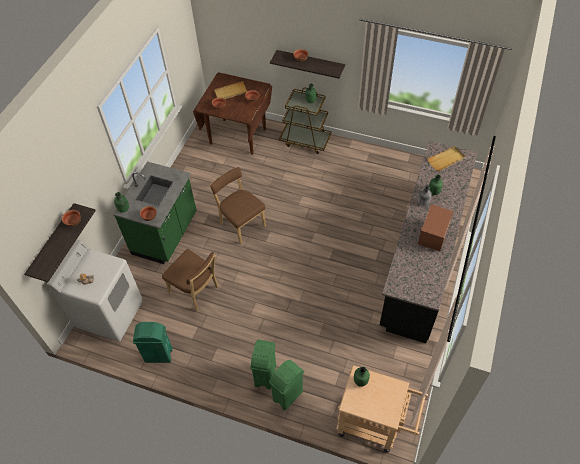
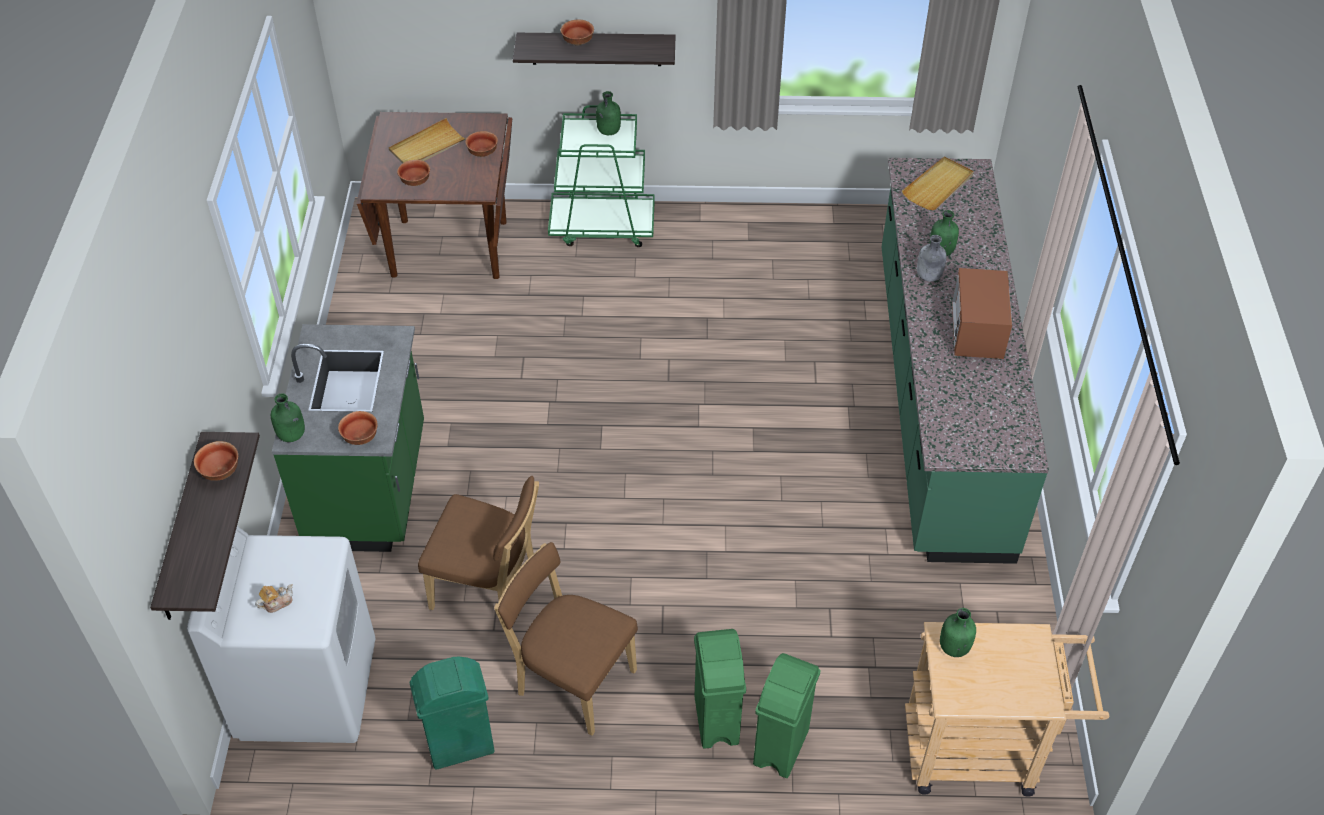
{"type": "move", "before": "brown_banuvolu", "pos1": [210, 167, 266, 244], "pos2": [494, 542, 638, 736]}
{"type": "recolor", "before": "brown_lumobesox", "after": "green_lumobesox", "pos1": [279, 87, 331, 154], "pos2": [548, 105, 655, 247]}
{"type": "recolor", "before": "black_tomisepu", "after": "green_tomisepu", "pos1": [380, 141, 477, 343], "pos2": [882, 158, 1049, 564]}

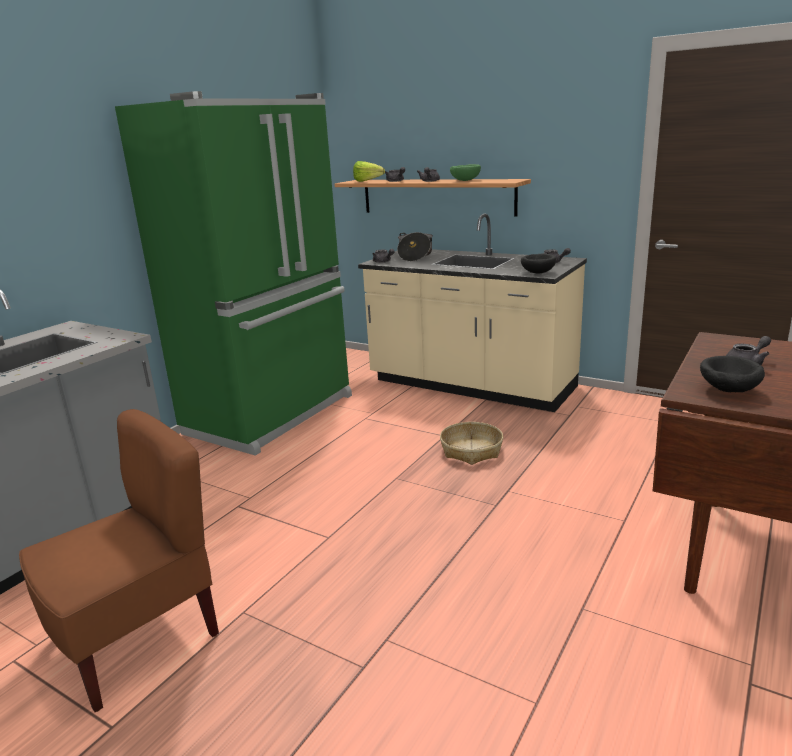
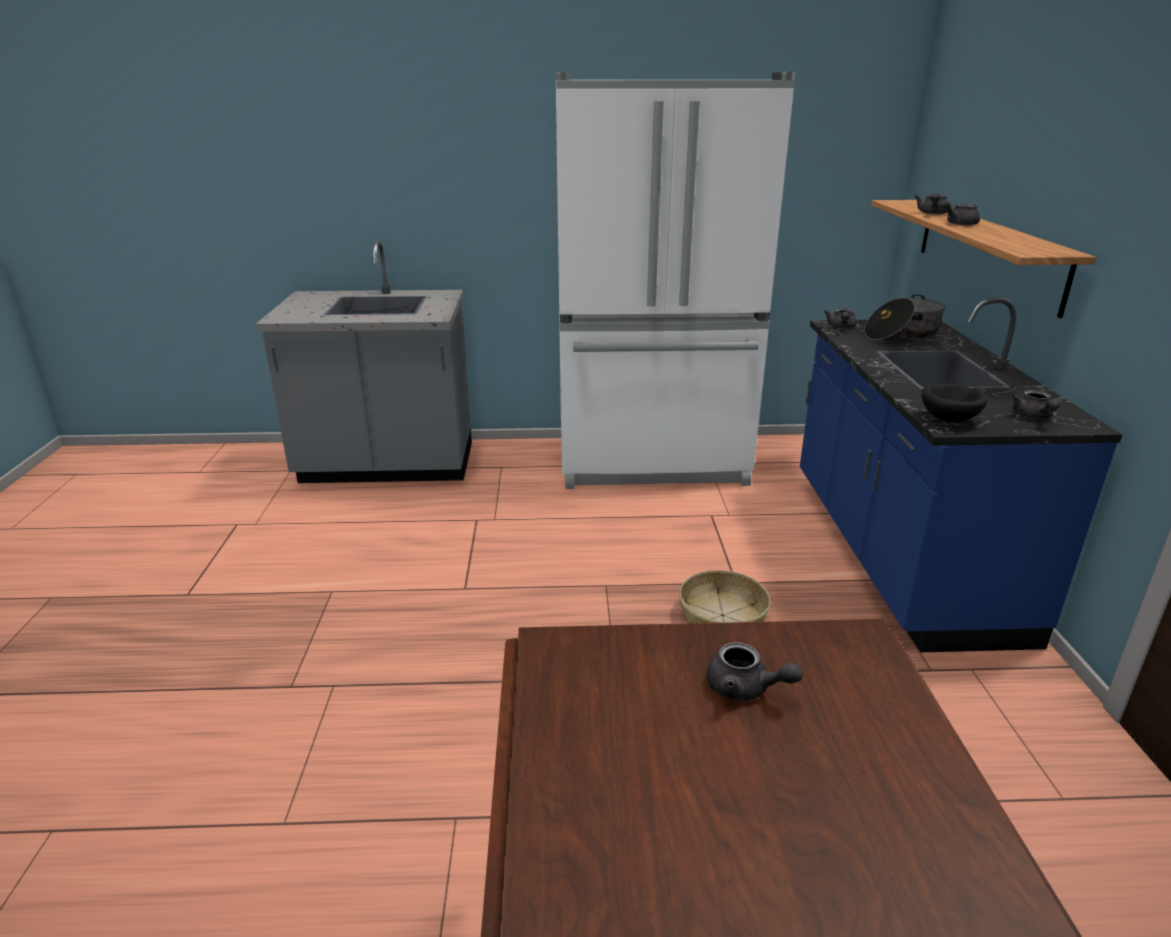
{"type": "delete", "before": "brown_banuvolu", "pos1": [19, 409, 219, 712]}
{"type": "delete", "before": "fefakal", "pos1": [353, 161, 385, 182]}
{"type": "delete", "before": "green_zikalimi", "pos1": [450, 164, 481, 181]}
{"type": "delete", "before": "black_zikalimi", "pos1": [700, 356, 765, 392]}
{"type": "recolor", "before": "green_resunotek", "after": "white_resunotek", "pos1": [115, 91, 352, 456], "pos2": [556, 72, 795, 489]}
{"type": "recolor", "before": "beige_tomisepu", "after": "blue_tomisepu", "pos1": [358, 214, 587, 412], "pos2": [800, 297, 1122, 652]}

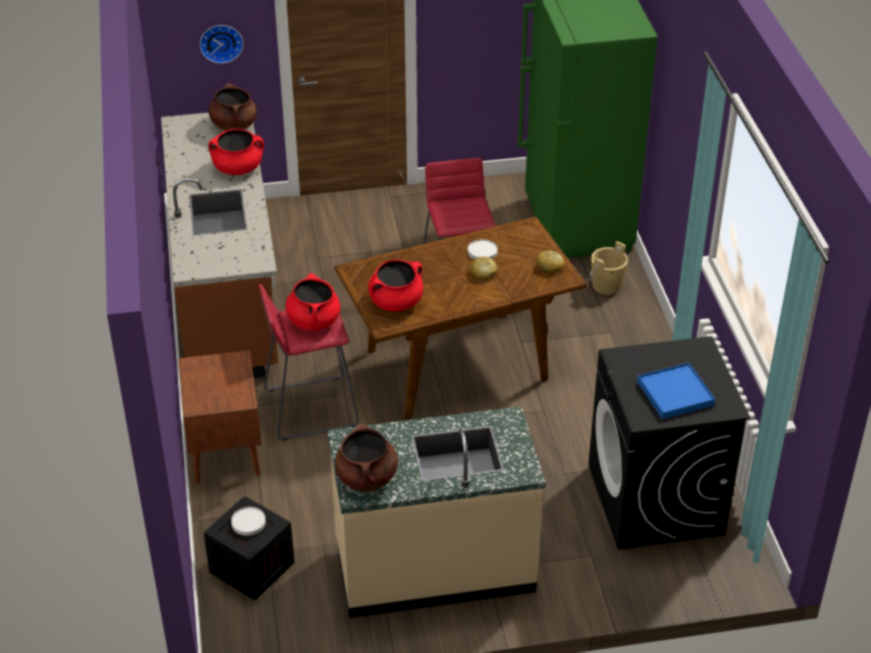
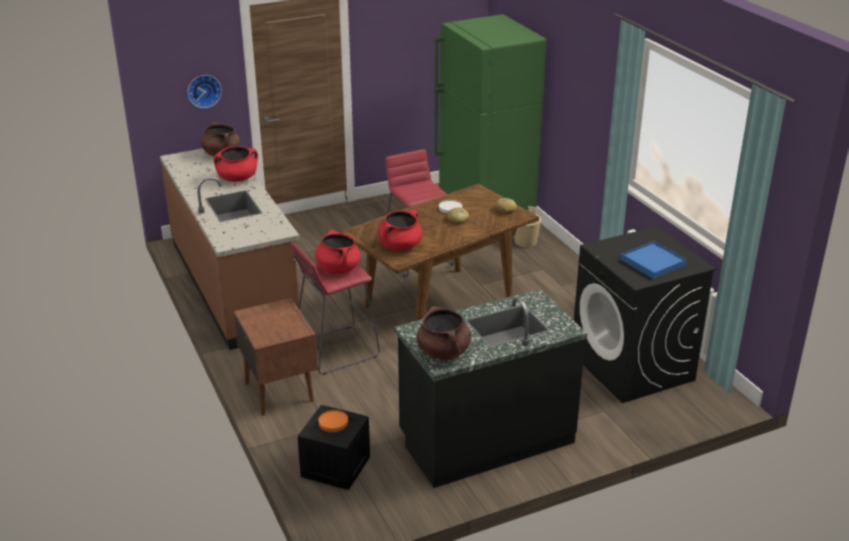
{"type": "recolor", "before": "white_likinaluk", "after": "orange_likinaluk", "pos1": [231, 507, 266, 536], "pos2": [318, 410, 348, 432]}
{"type": "recolor", "before": "beige_tomisepu", "after": "black_tomisepu", "pos1": [327, 406, 546, 618], "pos2": [394, 289, 587, 488]}

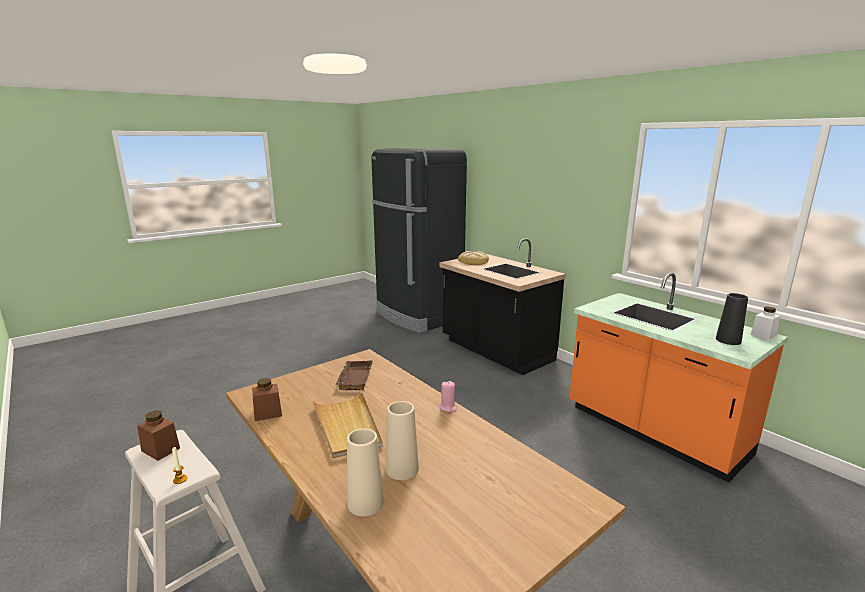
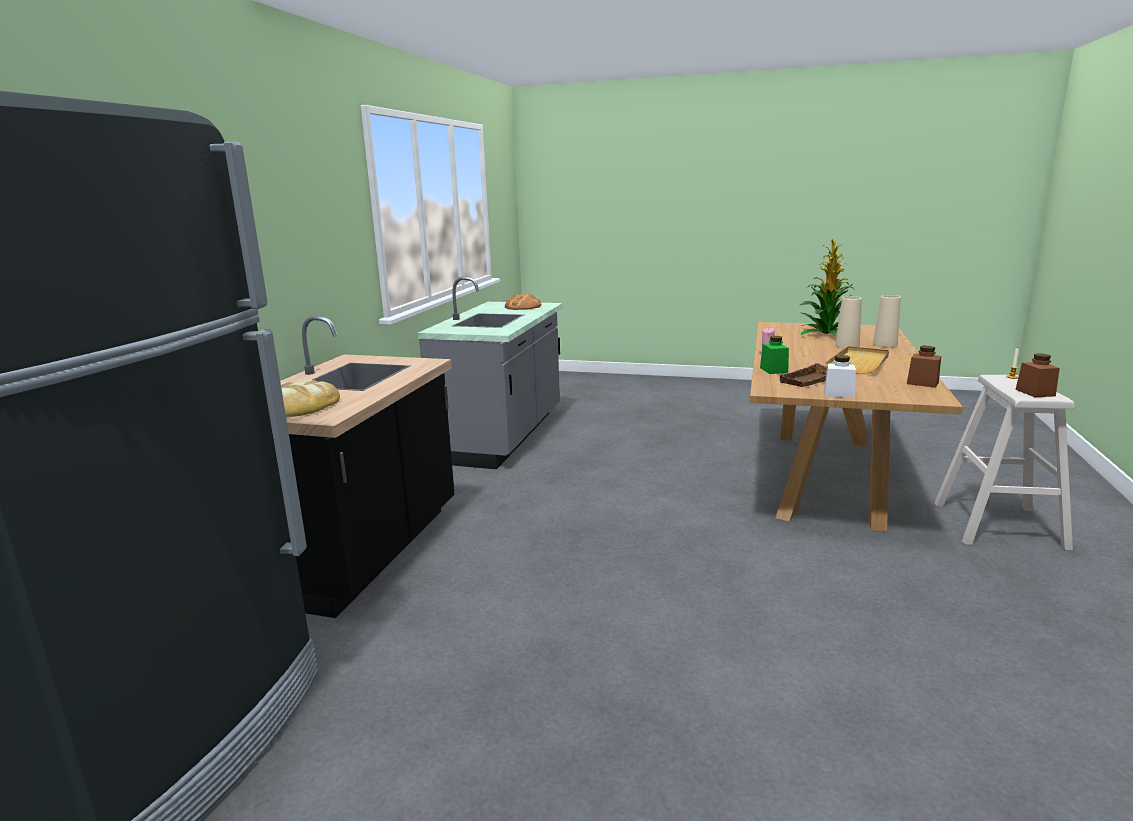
{"type": "insert", "after": "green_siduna", "pos2": [760, 336, 789, 374]}
{"type": "insert", "after": "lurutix", "pos2": [799, 238, 855, 336]}
{"type": "move", "before": "white_siduna", "pos1": [751, 306, 781, 340], "pos2": [824, 355, 856, 398]}
{"type": "replace", "before": "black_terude", "after": "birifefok", "pos1": [716, 293, 748, 345], "pos2": [505, 293, 541, 310]}
{"type": "recolor", "before": "orange_tomisepu", "after": "grey_tomisepu", "pos1": [570, 273, 788, 483], "pos2": [418, 276, 562, 469]}

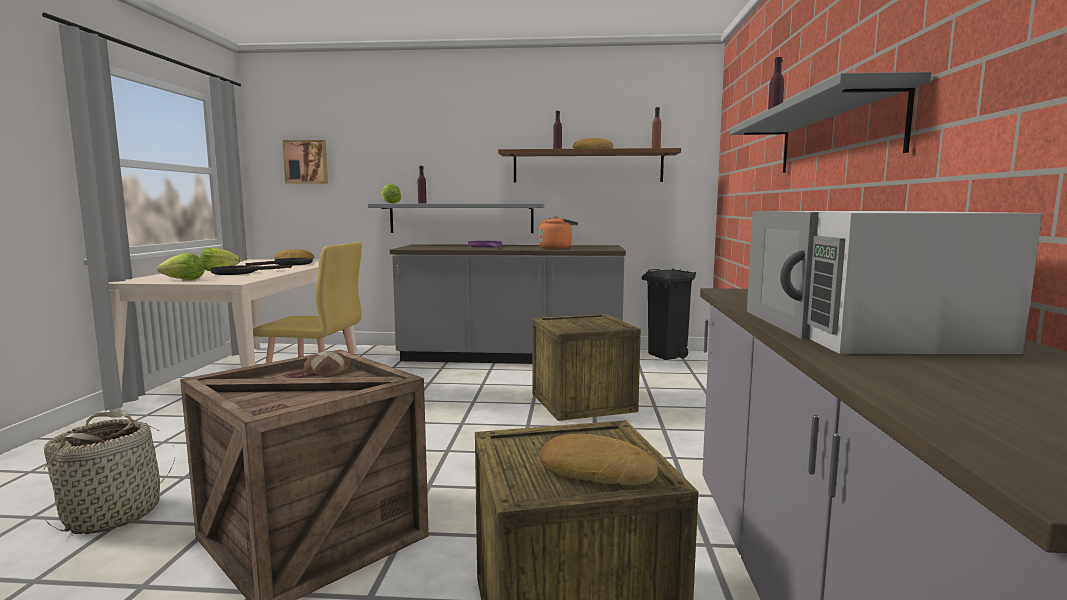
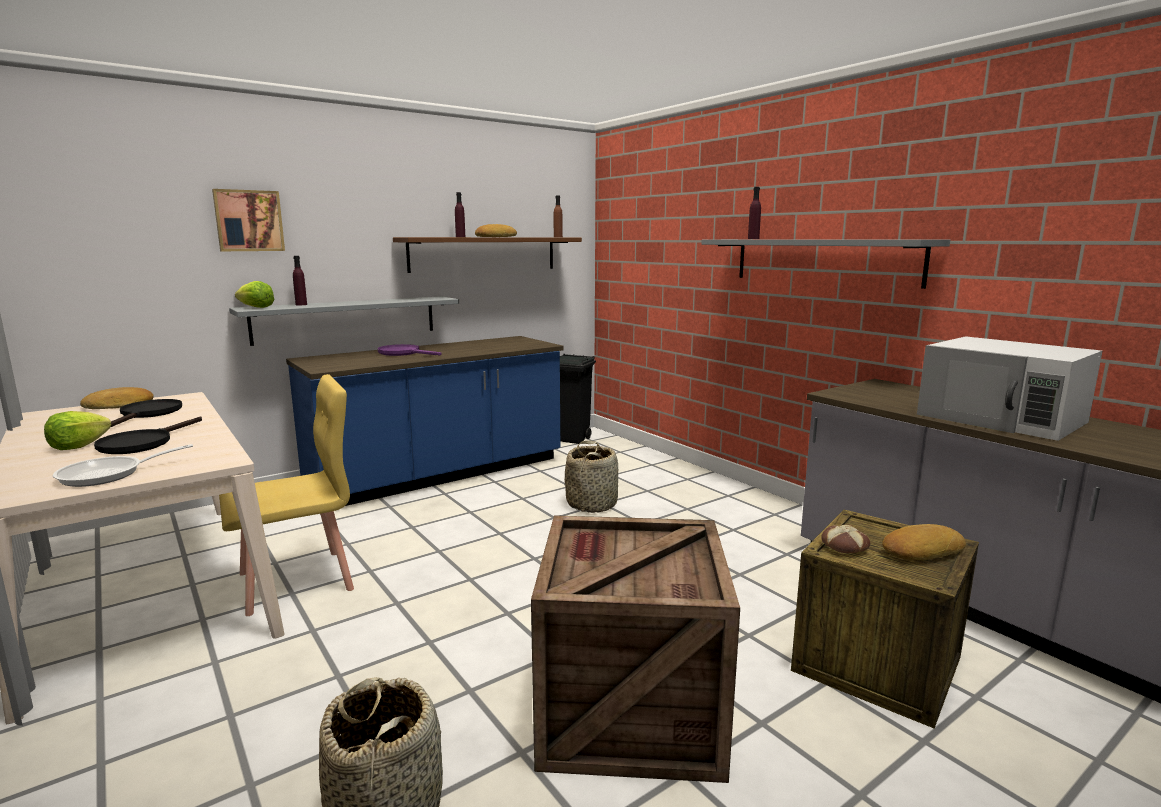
{"type": "delete", "before": "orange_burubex", "pos1": [539, 216, 578, 249]}
{"type": "move", "before": "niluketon", "pos1": [282, 140, 328, 184], "pos2": [212, 189, 285, 251]}
{"type": "move", "before": "birifefok", "pos1": [303, 351, 349, 375], "pos2": [821, 525, 870, 553]}
{"type": "replace", "before": "fefakal", "after": "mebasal", "pos1": [157, 253, 204, 280], "pos2": [53, 444, 193, 487]}
{"type": "replace", "before": "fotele", "after": "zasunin", "pos1": [532, 314, 641, 421], "pos2": [565, 441, 618, 513]}
{"type": "recolor", "before": "grey_tomisepu", "after": "blue_tomisepu", "pos1": [390, 244, 626, 364], "pos2": [286, 336, 564, 506]}

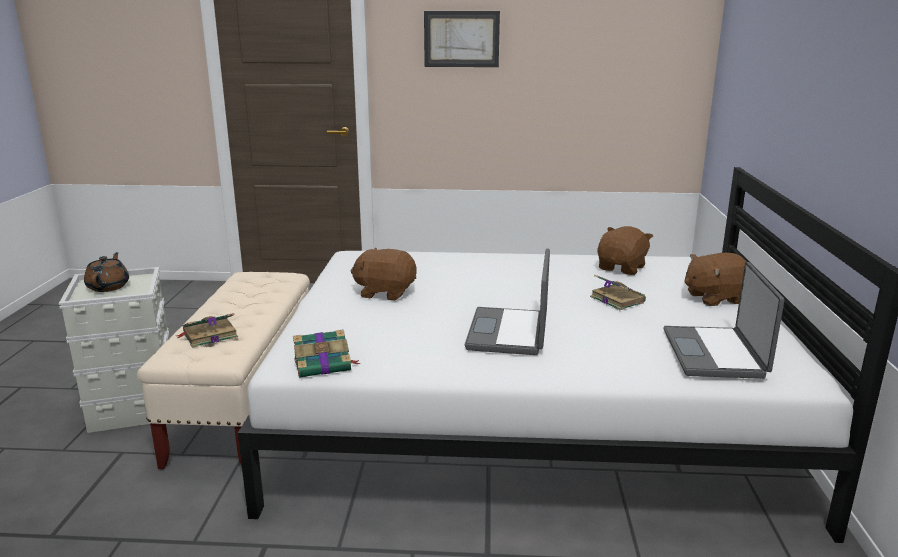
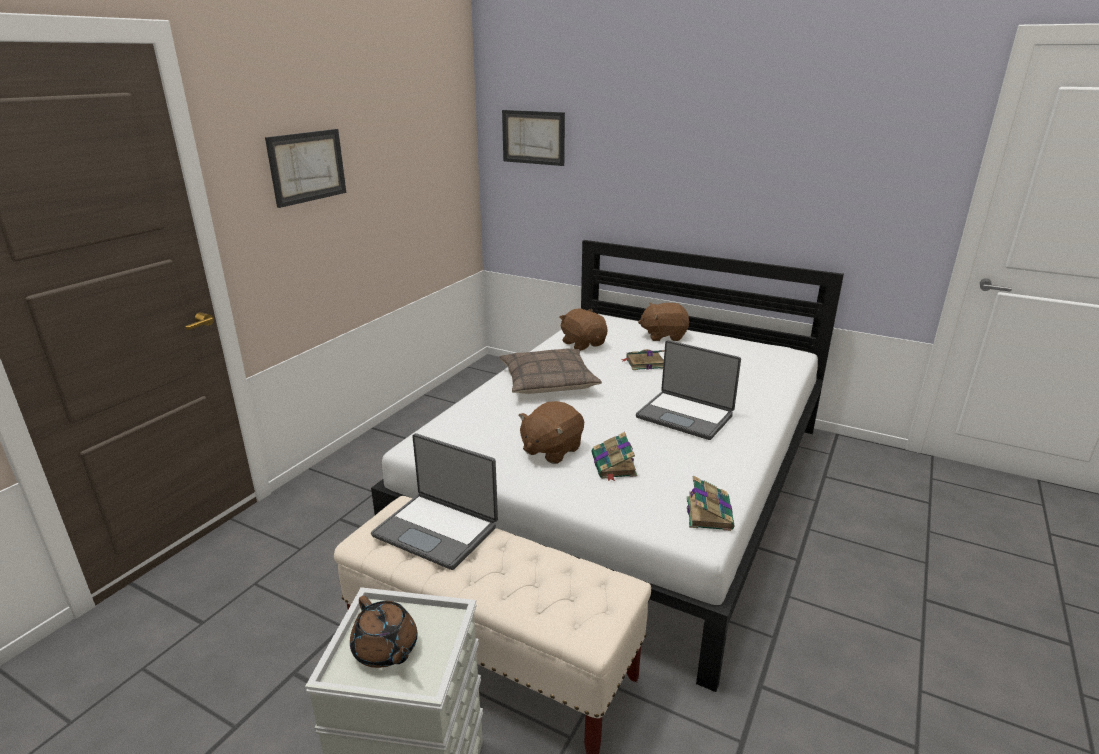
{"type": "insert", "after": "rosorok", "pos2": [499, 349, 602, 394]}
{"type": "insert", "after": "niluketon", "pos2": [502, 110, 565, 166]}
{"type": "move", "before": "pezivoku", "pos1": [177, 313, 238, 348], "pos2": [592, 432, 637, 481]}
{"type": "move", "before": "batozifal", "pos1": [663, 262, 784, 379], "pos2": [371, 433, 498, 570]}
{"type": "rotate", "before": "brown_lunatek", "pos1": [84, 252, 129, 292], "pos2": [350, 596, 417, 668], "turn": -150}
{"type": "rotate", "before": "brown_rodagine", "pos1": [684, 253, 747, 306], "pos2": [638, 303, 689, 341], "turn": 75}

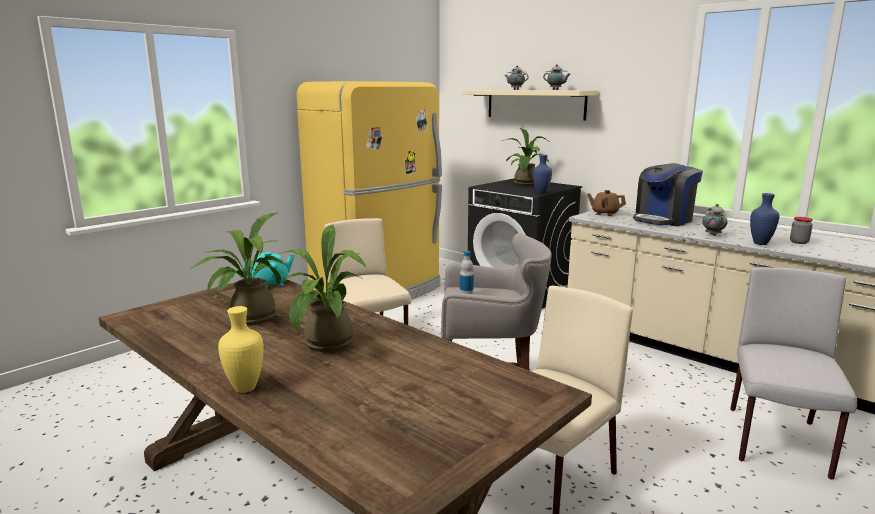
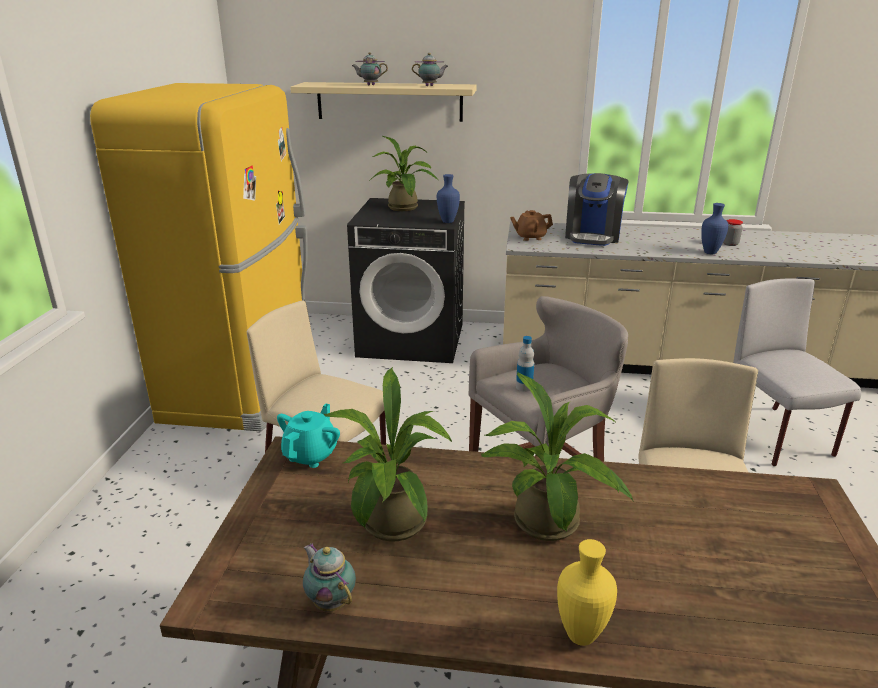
{"type": "move", "before": "lunatek", "pos1": [703, 204, 728, 236], "pos2": [303, 543, 356, 611]}

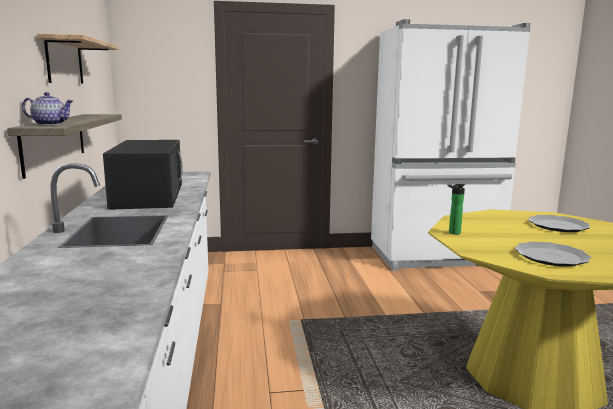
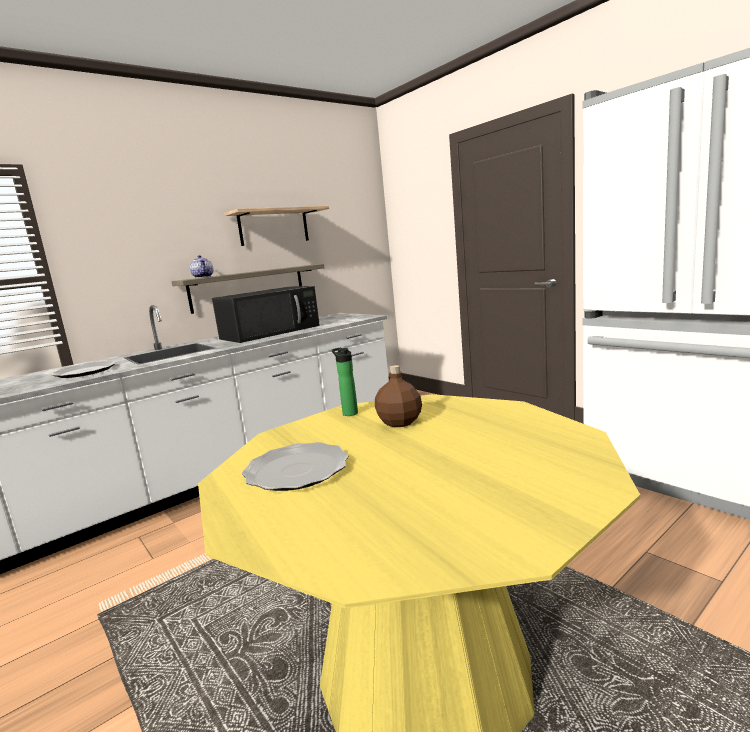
{"type": "insert", "after": "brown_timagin", "pos2": [375, 365, 422, 427]}
{"type": "move", "before": "likinaluk", "pos1": [528, 215, 590, 232], "pos2": [52, 361, 116, 378]}

